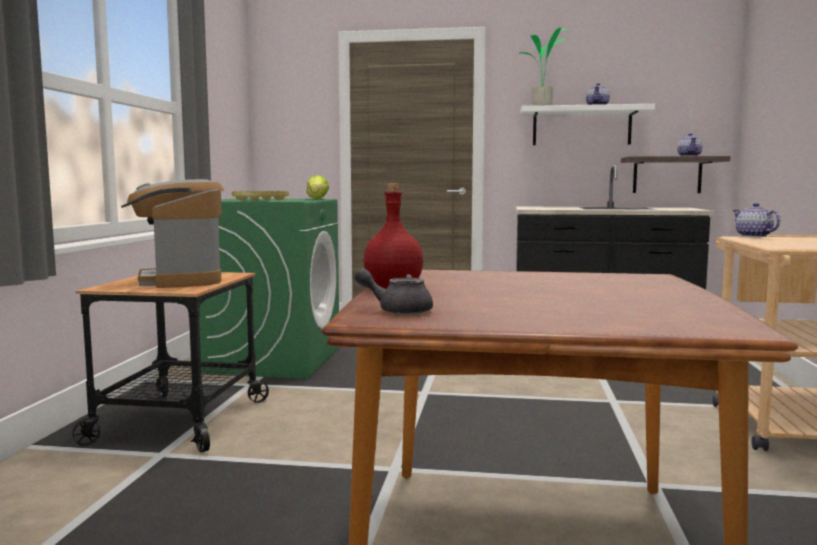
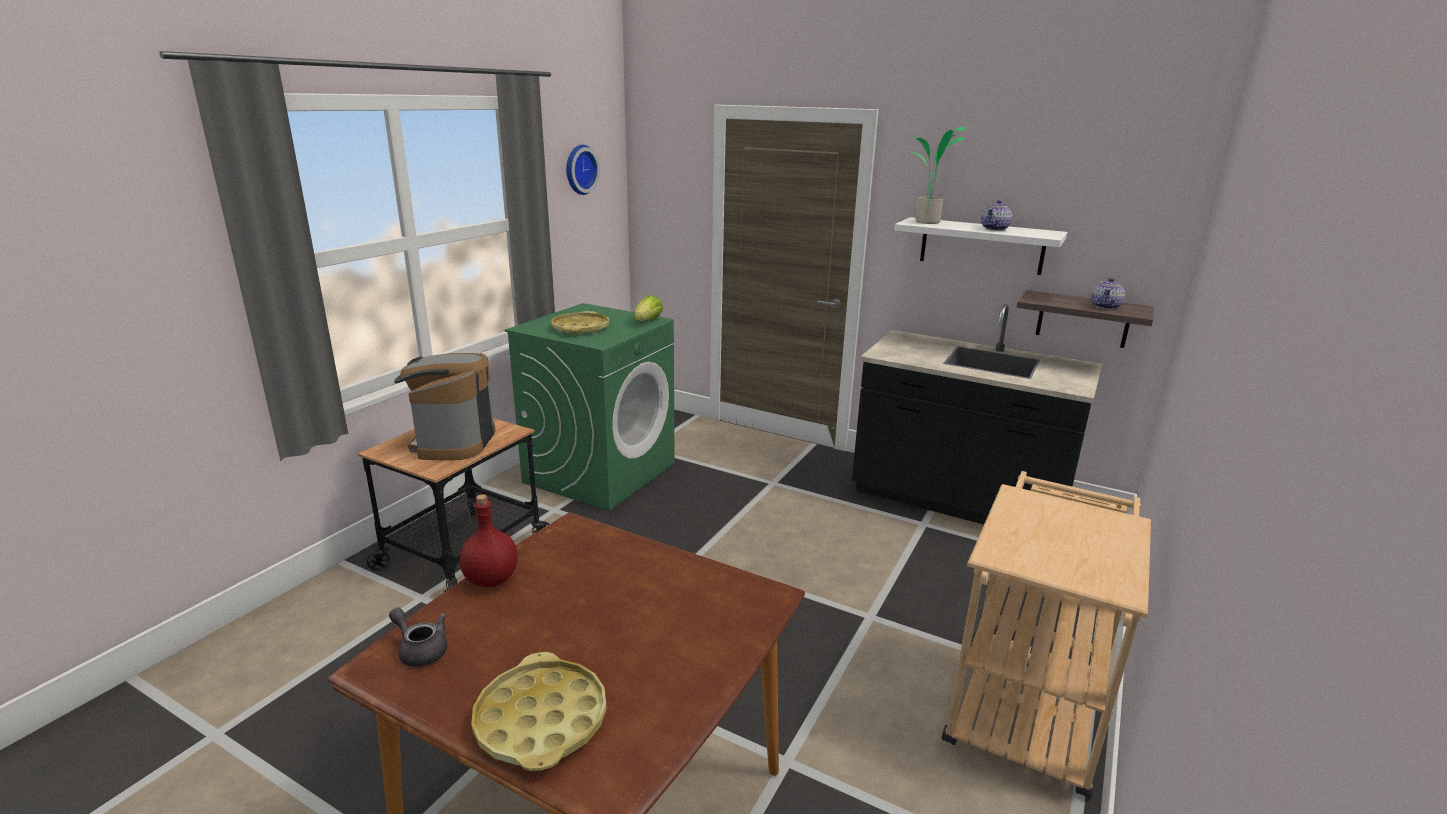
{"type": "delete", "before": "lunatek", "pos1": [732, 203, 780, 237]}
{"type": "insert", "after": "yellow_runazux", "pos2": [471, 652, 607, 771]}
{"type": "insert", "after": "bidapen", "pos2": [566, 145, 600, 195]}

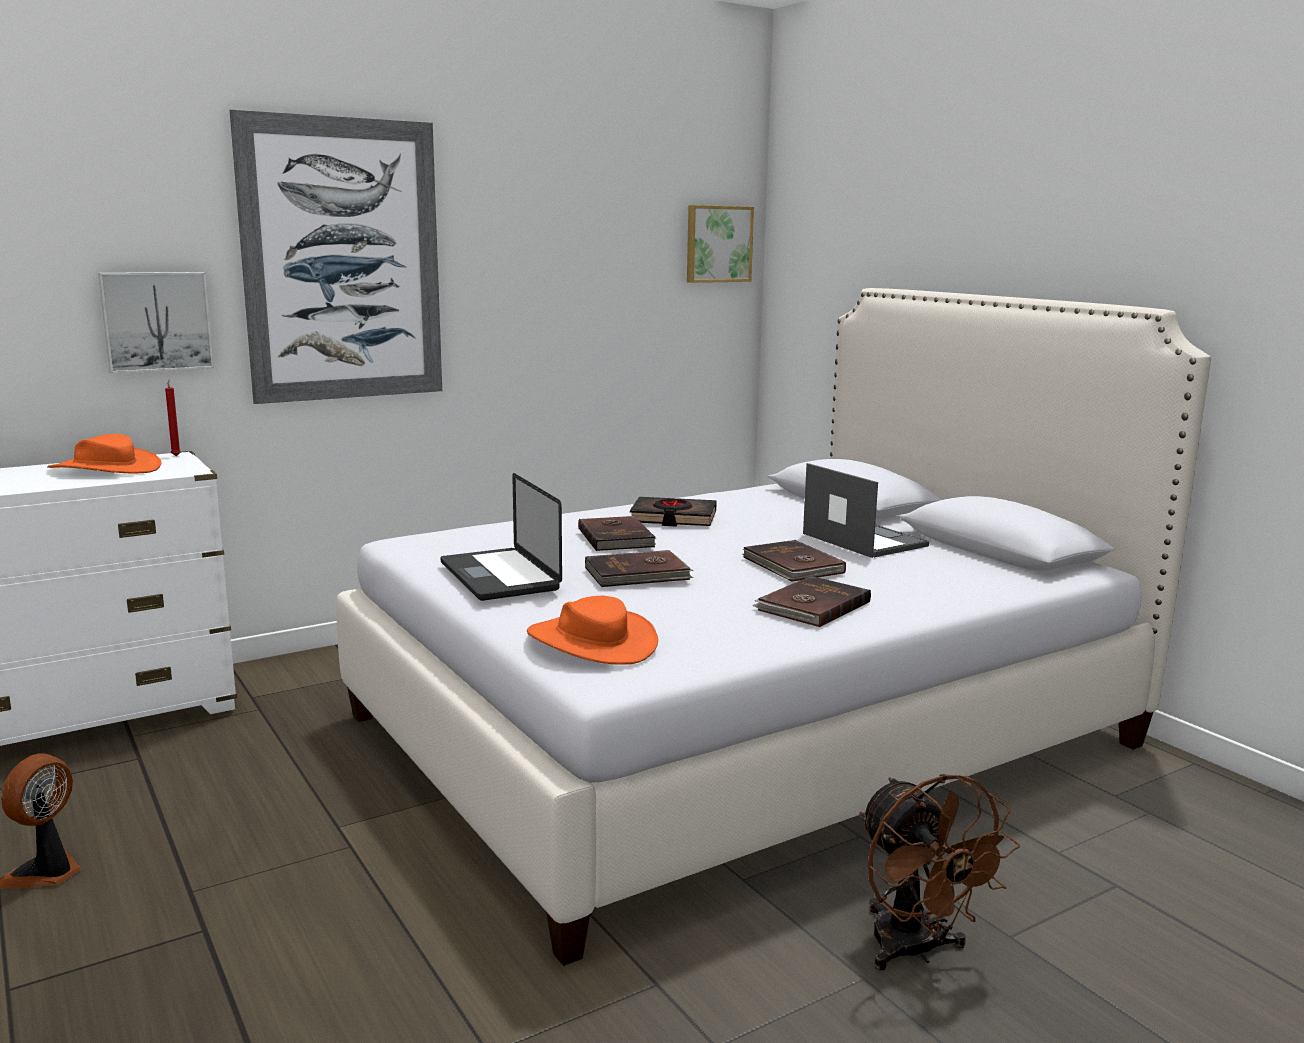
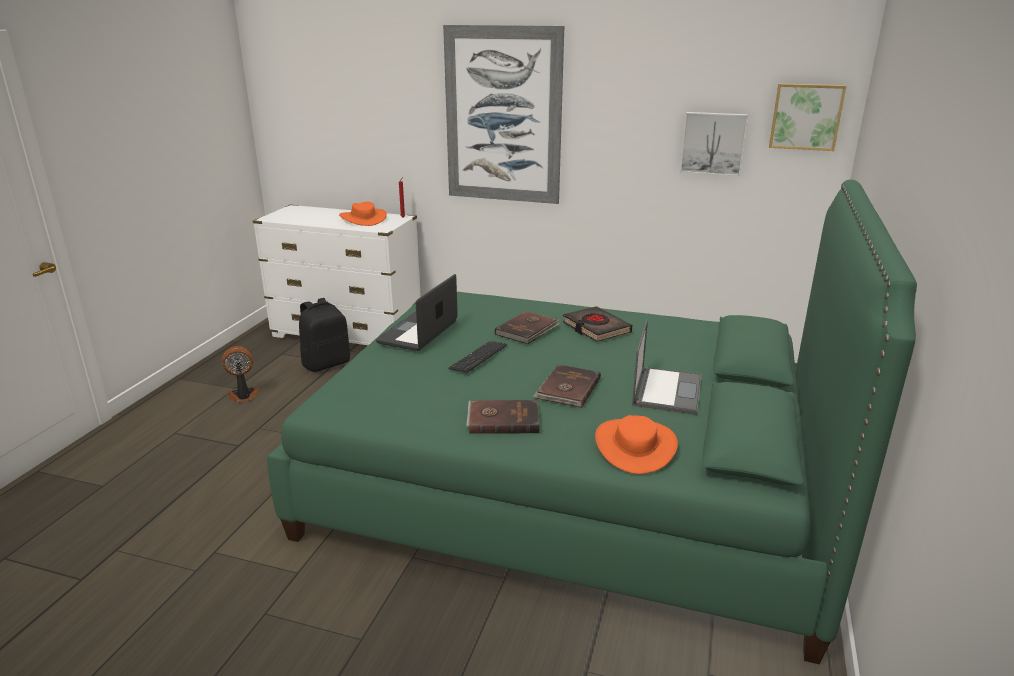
{"type": "delete", "before": "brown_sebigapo", "pos1": [859, 774, 1020, 970]}
{"type": "insert", "after": "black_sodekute", "pos2": [299, 298, 350, 372]}
{"type": "move", "before": "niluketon", "pos1": [98, 272, 214, 374], "pos2": [680, 112, 748, 176]}
{"type": "move", "before": "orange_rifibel", "pos1": [527, 596, 658, 665], "pos2": [595, 415, 678, 474]}
{"type": "replace", "before": "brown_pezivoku", "after": "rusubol", "pos1": [585, 550, 694, 587], "pos2": [448, 341, 507, 373]}
{"type": "recolor", "before": "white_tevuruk", "after": "green_tevuruk", "pos1": [336, 288, 1211, 966], "pos2": [267, 180, 917, 664]}

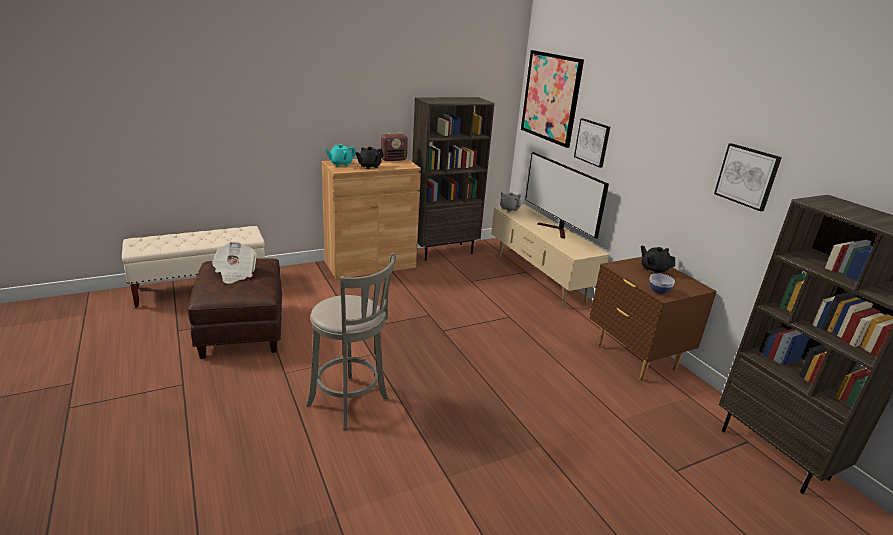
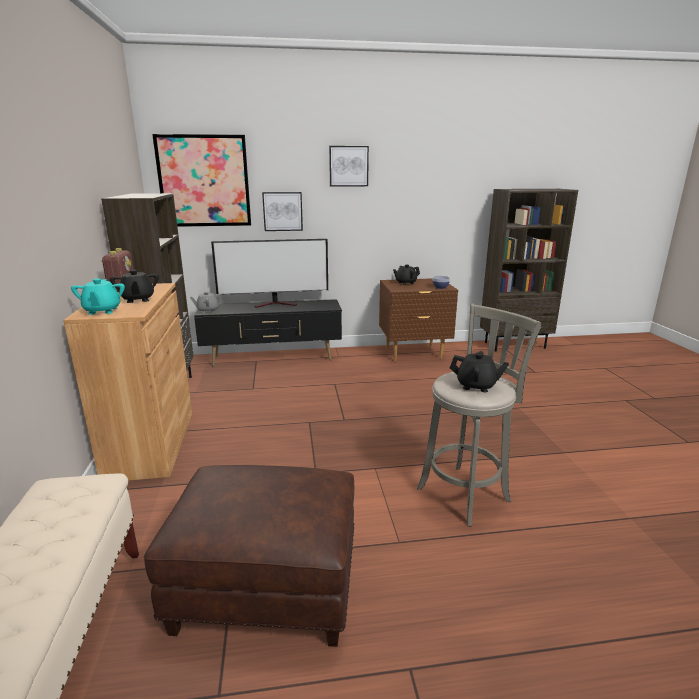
{"type": "delete", "before": "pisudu", "pos1": [212, 242, 257, 284]}
{"type": "insert", "after": "black_lunatek", "pos2": [450, 351, 509, 392]}
{"type": "move", "before": "niluketon", "pos1": [714, 143, 782, 212], "pos2": [329, 146, 369, 187]}
{"type": "recolor", "before": "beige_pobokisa", "after": "black_pobokisa", "pos1": [491, 204, 610, 307], "pos2": [194, 299, 342, 366]}

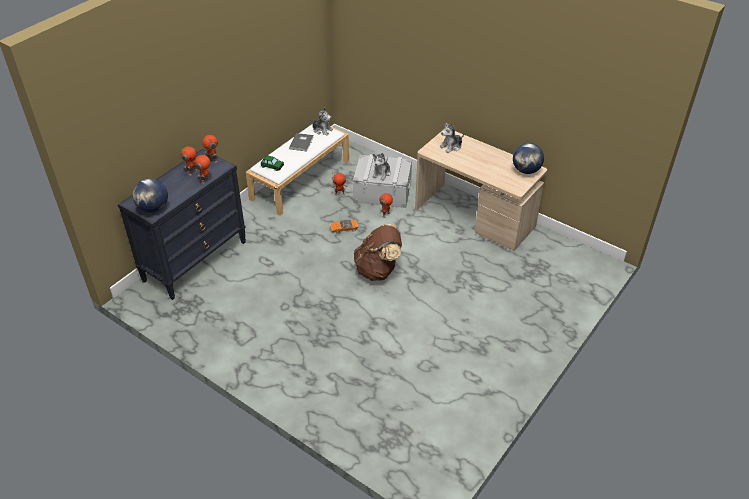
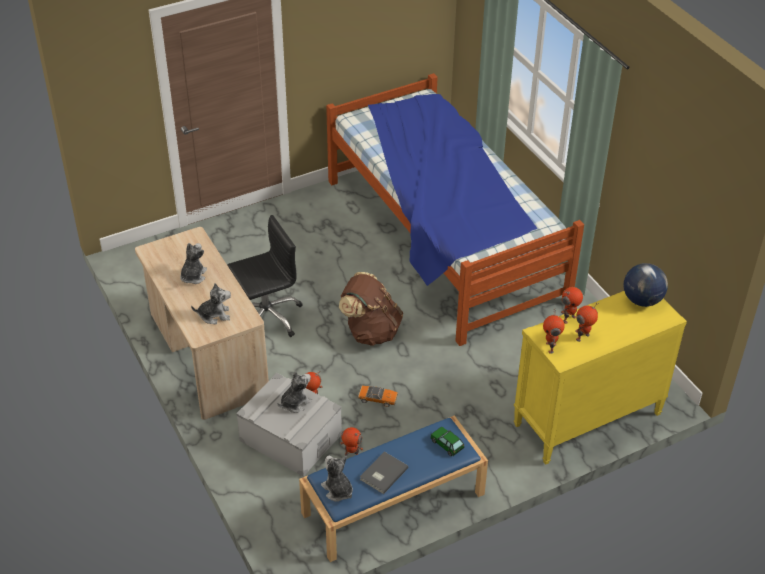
{"type": "delete", "before": "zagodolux", "pos1": [513, 143, 544, 174]}
{"type": "insert", "after": "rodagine", "pos2": [180, 243, 207, 284]}
{"type": "insert", "after": "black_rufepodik", "pos2": [227, 215, 303, 337]}
{"type": "insert", "after": "tevuruk", "pos2": [326, 73, 584, 346]}
{"type": "recolor", "before": "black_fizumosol", "after": "yellow_fizumosol", "pos1": [118, 149, 246, 300], "pos2": [514, 291, 687, 465]}
{"type": "recolor", "before": "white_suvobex", "after": "blue_suvobex", "pos1": [245, 124, 349, 216], "pos2": [299, 415, 488, 562]}

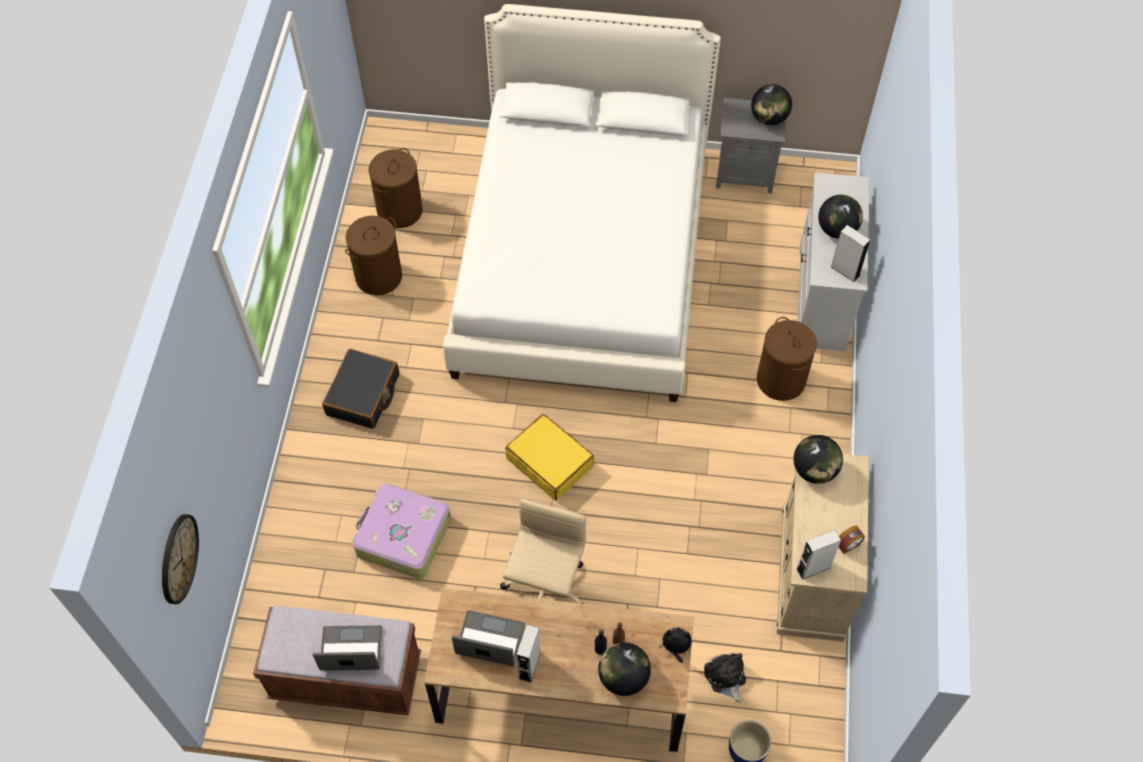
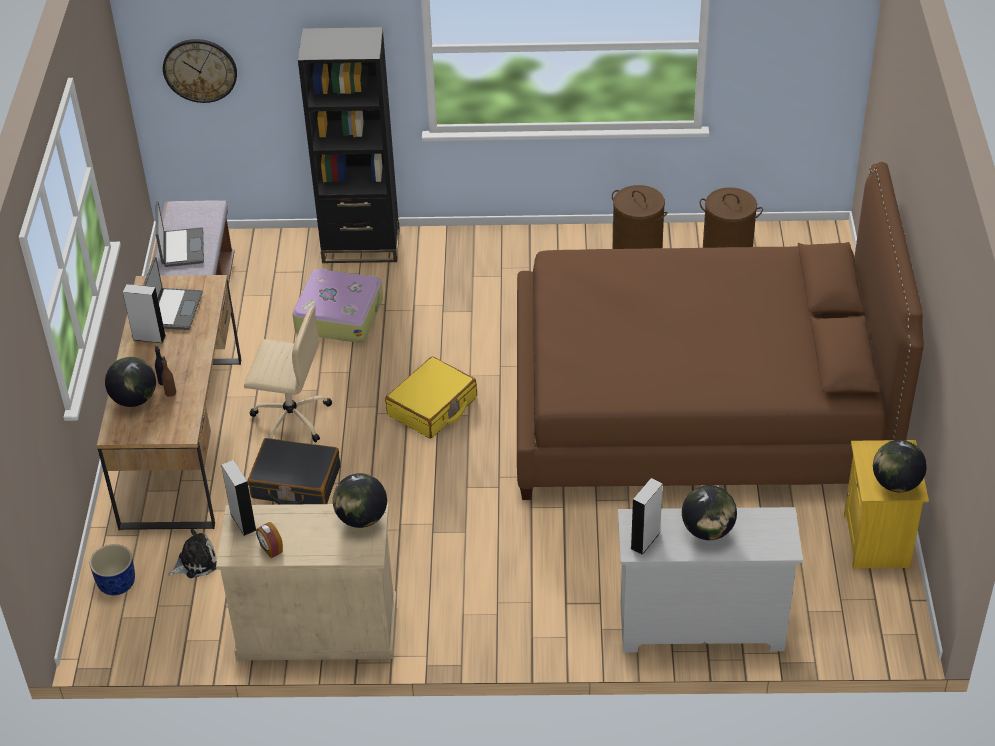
{"type": "delete", "before": "rodagine", "pos1": [659, 627, 692, 663]}
{"type": "delete", "before": "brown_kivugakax", "pos1": [757, 317, 817, 401]}
{"type": "insert", "after": "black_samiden", "pos2": [298, 27, 400, 263]}
{"type": "move", "before": "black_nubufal", "pos1": [322, 349, 399, 429], "pos2": [248, 438, 340, 505]}
{"type": "recolor", "before": "white_tevuruk", "after": "brown_tevuruk", "pos1": [443, 4, 721, 402], "pos2": [517, 162, 924, 500]}
{"type": "recolor", "before": "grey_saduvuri", "after": "yellow_saduvuri", "pos1": [716, 98, 786, 193], "pos2": [844, 440, 929, 570]}

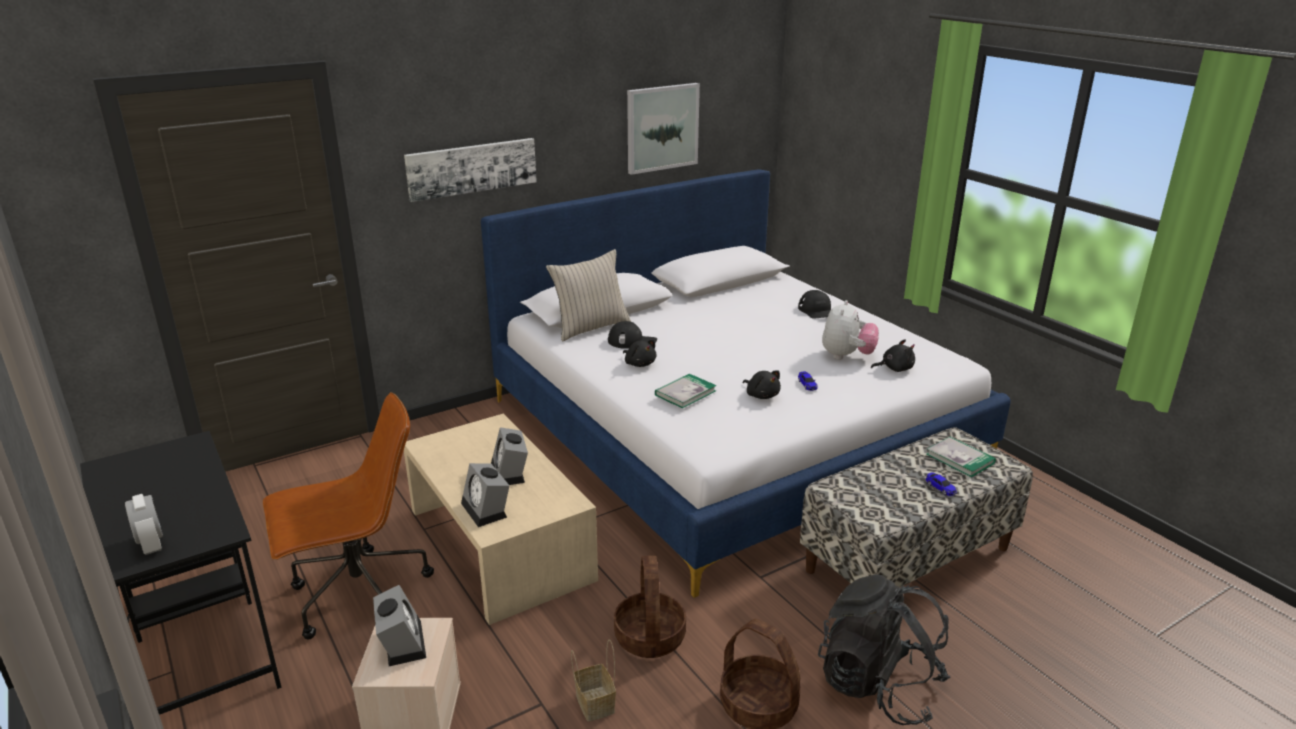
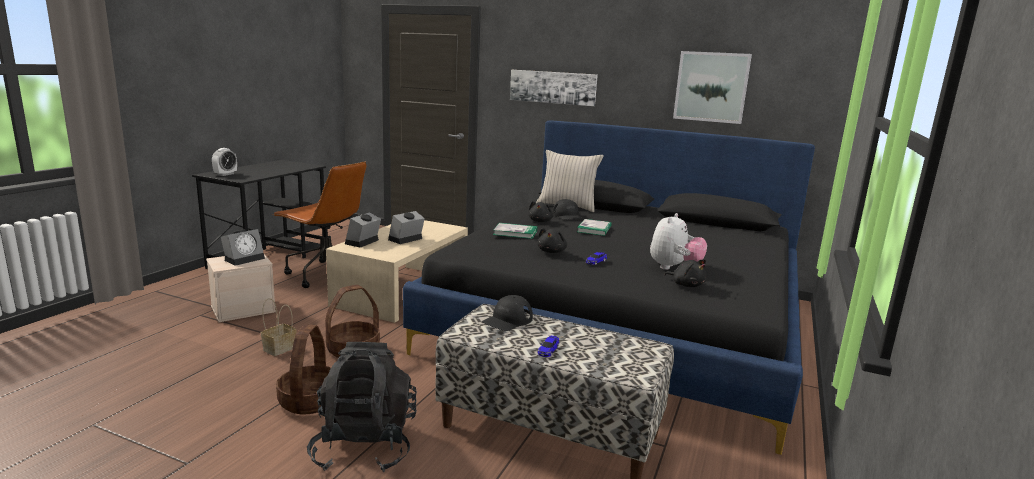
{"type": "move", "before": "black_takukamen", "pos1": [798, 290, 831, 319], "pos2": [482, 295, 533, 331]}
{"type": "move", "before": "pezivoku", "pos1": [926, 437, 996, 477], "pos2": [577, 219, 612, 236]}
{"type": "recolor", "before": "white_tevuruk", "after": "black_tevuruk", "pos1": [481, 169, 1011, 598], "pos2": [403, 120, 815, 455]}
{"type": "rotate", "before": "rodagine", "pos1": [822, 300, 879, 360], "pos2": [650, 213, 707, 270], "turn": -45}

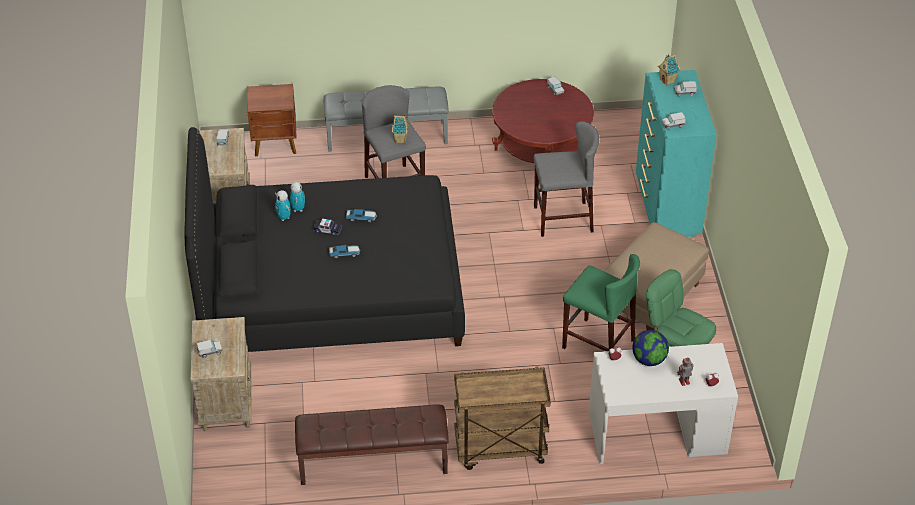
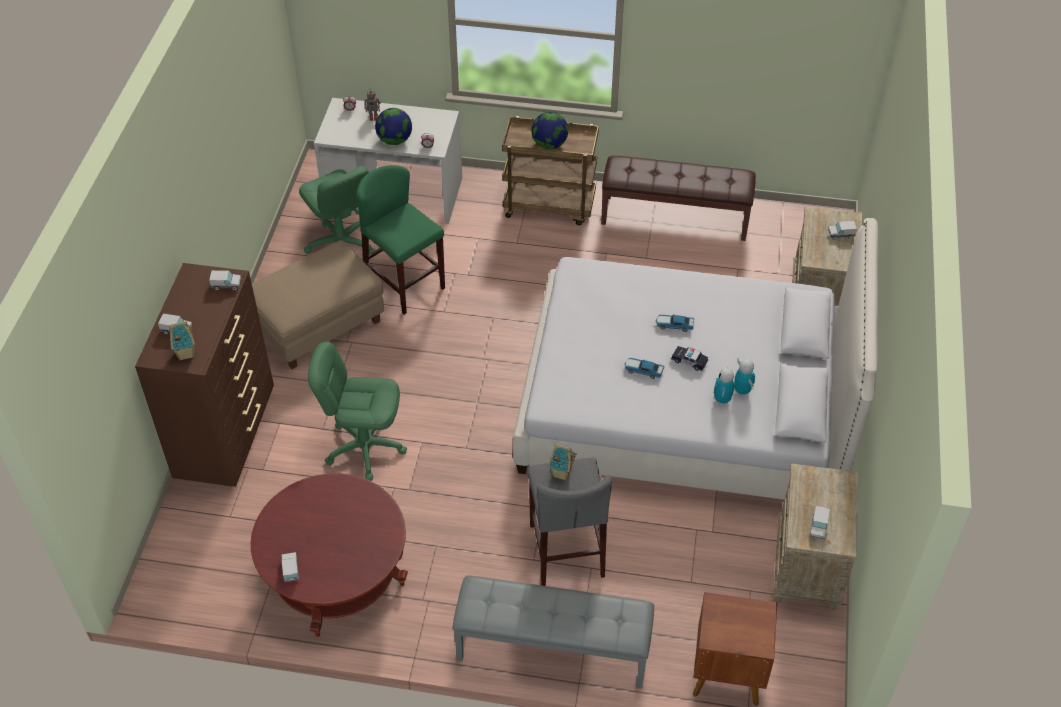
{"type": "insert", "after": "zagodolux", "pos2": [531, 112, 568, 149]}
{"type": "replace", "before": "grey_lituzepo", "after": "green_rufepodik", "pos1": [533, 121, 599, 237], "pos2": [308, 342, 407, 481]}
{"type": "recolor", "before": "black_tevuruk", "after": "white_tevuruk", "pos1": [184, 127, 465, 352], "pos2": [513, 218, 878, 500]}
{"type": "recolor", "before": "turquoise_fizumosol", "after": "brown_fizumosol", "pos1": [636, 70, 717, 237], "pos2": [135, 263, 274, 487]}

